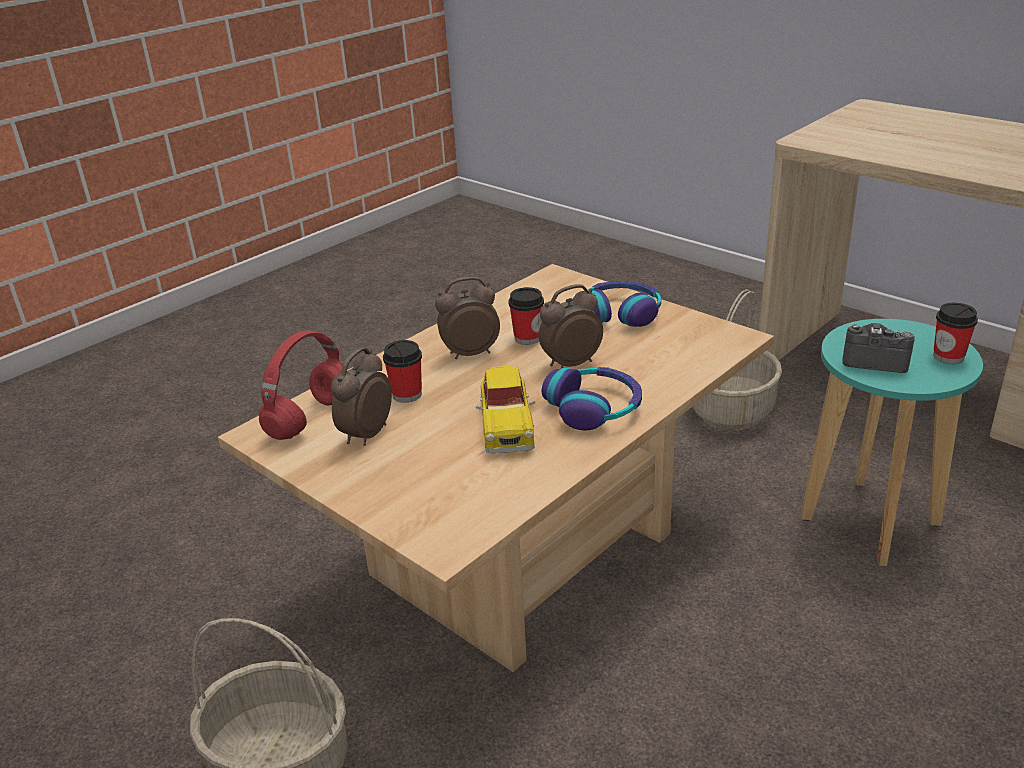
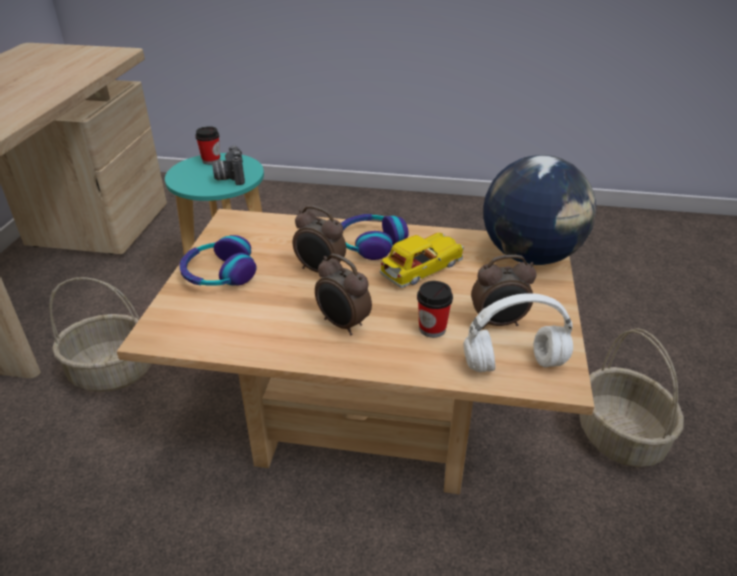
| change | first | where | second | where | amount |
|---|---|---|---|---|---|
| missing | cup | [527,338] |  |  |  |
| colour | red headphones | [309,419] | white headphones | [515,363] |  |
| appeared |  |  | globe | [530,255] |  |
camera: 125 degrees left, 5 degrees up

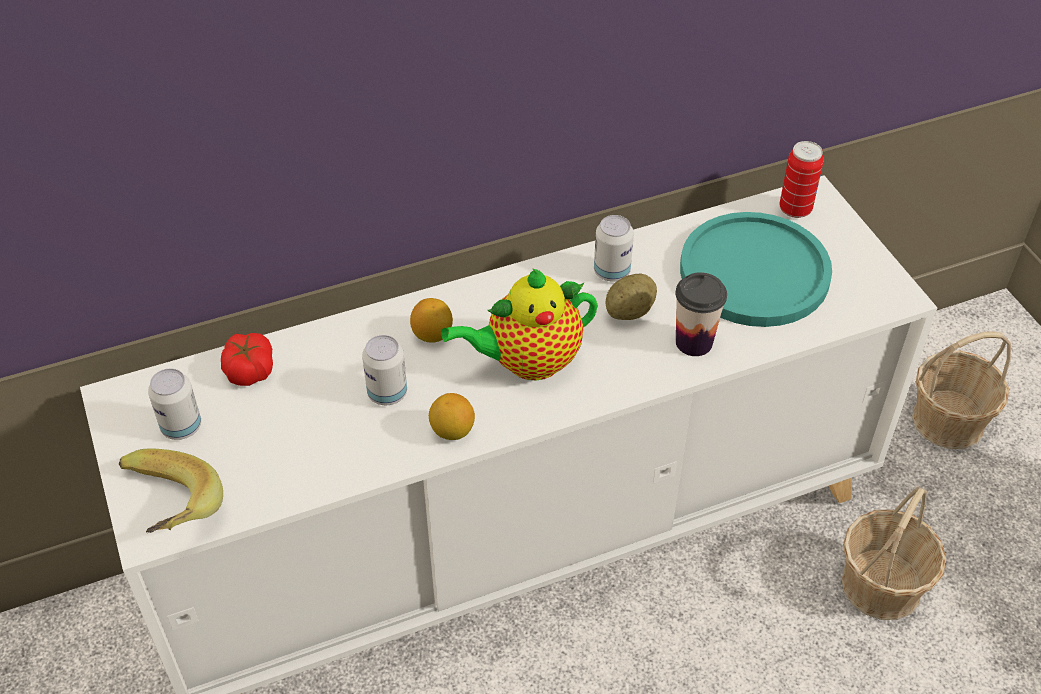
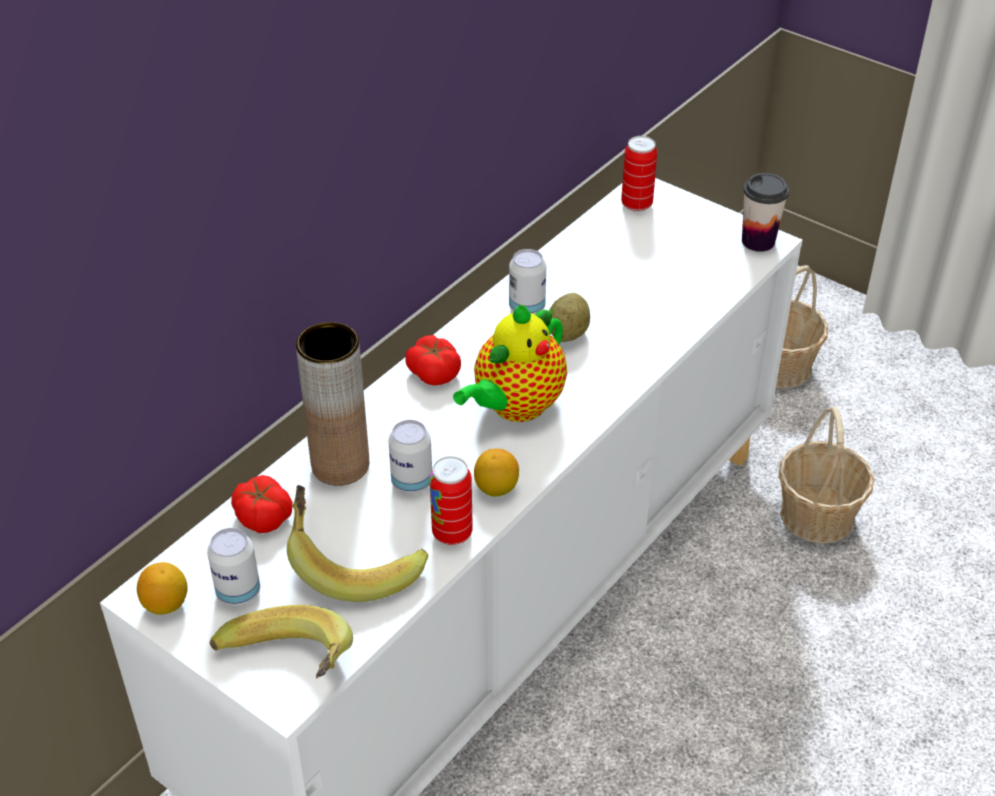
| change | first | where | second | where | amount |
|---|---|---|---|---|---|
| missing | turquoise plate | [754,272] |  |  |  |
| relocated | cup | [694,342] |  | [758,241] |  |
| relocated | lemon | [432,335] |  | [166,604] |  |
| appeared |  |  | brown vase | [340,465] |  |
| appeared |  |  | tomato | [434,372] |  |
| appeared |  |  | can | [452,533] |  |
| appeared |  |  | banana | [353,562] |  |
camera: 30 degrees left, 5 degrees down

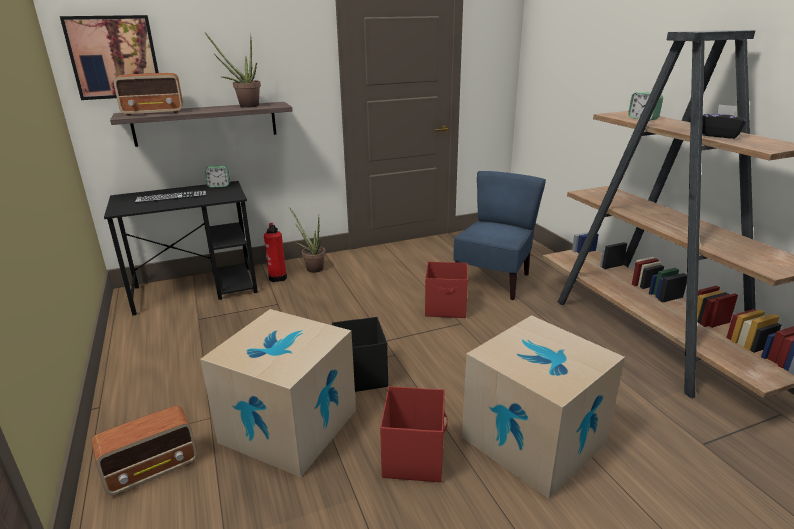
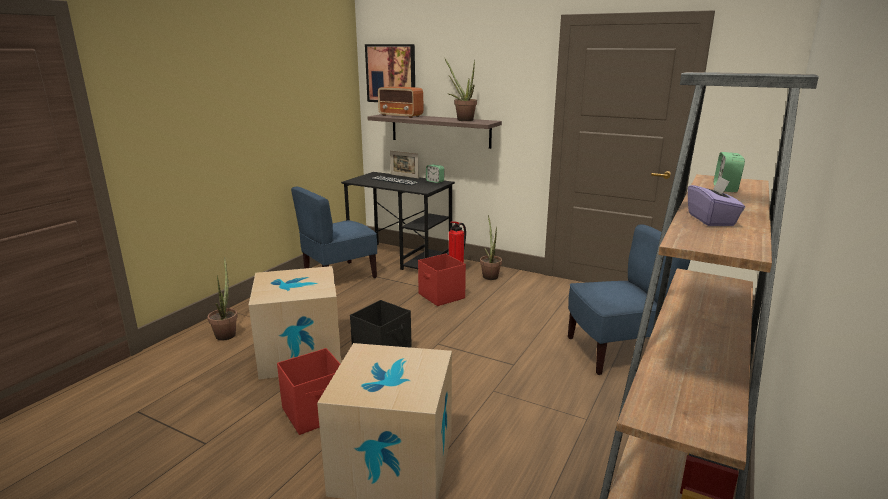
| change | first | where | second | where | amount |
|---|---|---|---|---|---|
| colour | black tissue box | [719,135] | purple tissue box | [711,220] |  |
| relocated | red storage box | [446,308] |  | [441,296] |  |
| exchanged | radio | [153,469] | potted plant | [227,333] |  |
| appeared |  |  | picture frame | [404,176] |  |
| appeared |  |  | blue chair | [339,276] |  |
camera: 50 degrees right, 5 degrees down

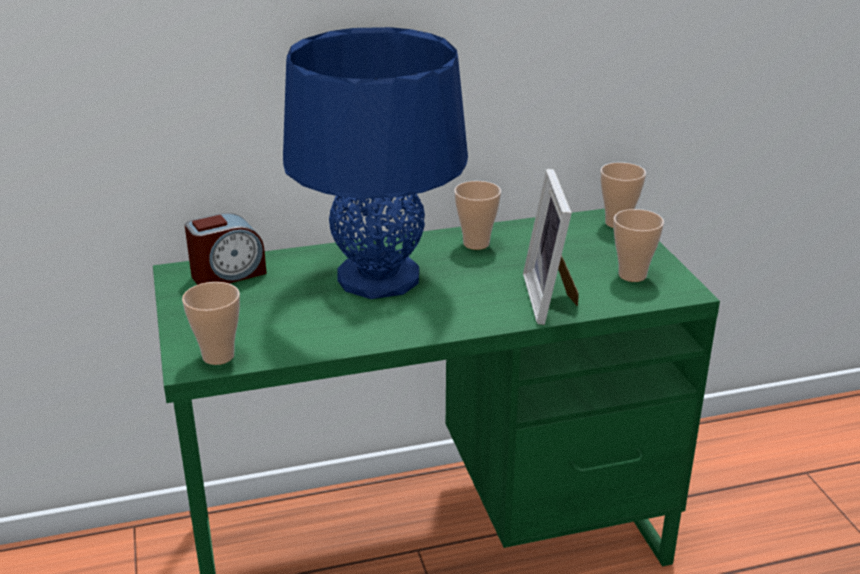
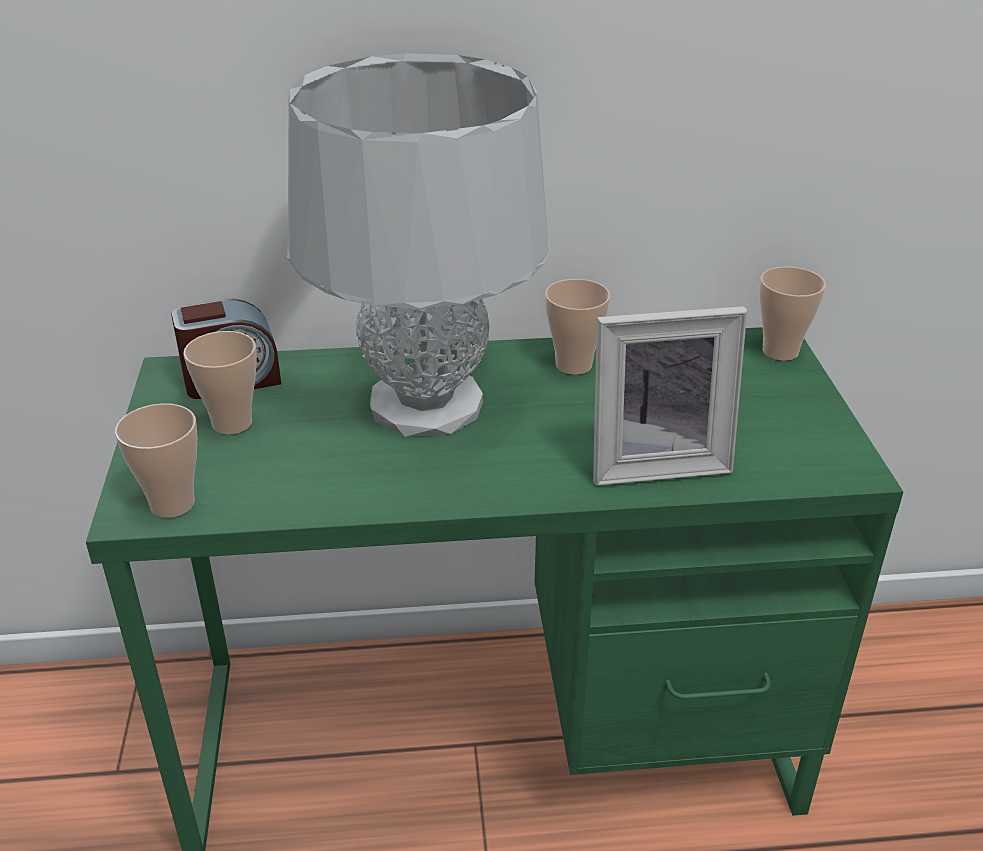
| change | first | where | second | where | amount |
|---|---|---|---|---|---|
| colour | blue table lamp | [379,277] | grey table lamp | [427,404] |  |
| spun | picture frame | [552,298] |  | [656,461] | 105 degrees counterclockwise |
| relocated | cup | [632,275] |  | [232,423] |  |
camera: 10 degrees right, 5 degrees up

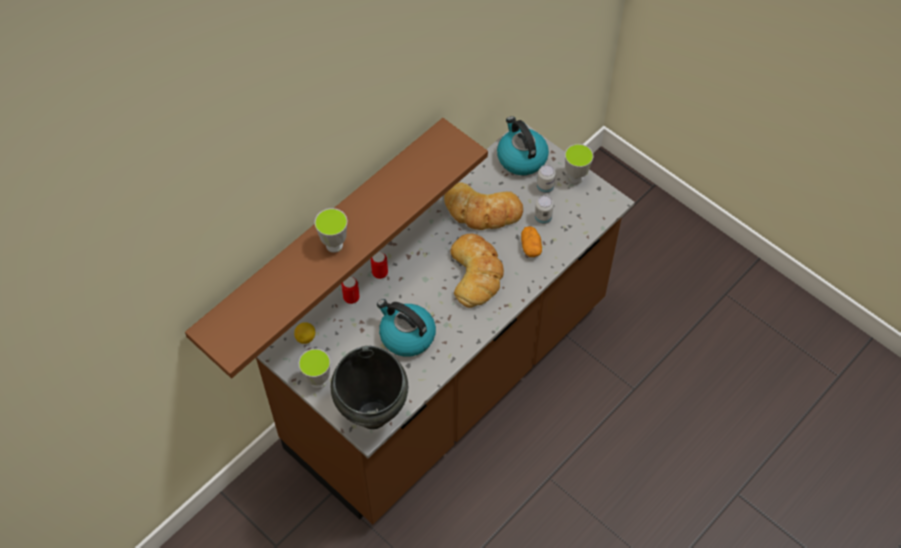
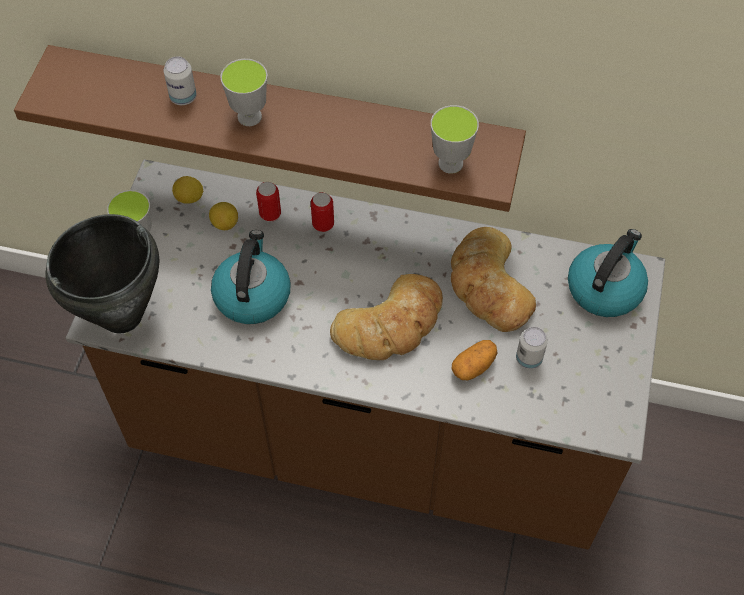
| change | first | where | second | where | amount |
|---|---|---|---|---|---|
| relocated | cup | [575,177] |  | [450,163] |  |
| relocated | can | [545,187] |  | [183,97] |  |
| appeared |  |  | lemon | [225,224] |  |
camera: 60 degrees right, 0 degrees up

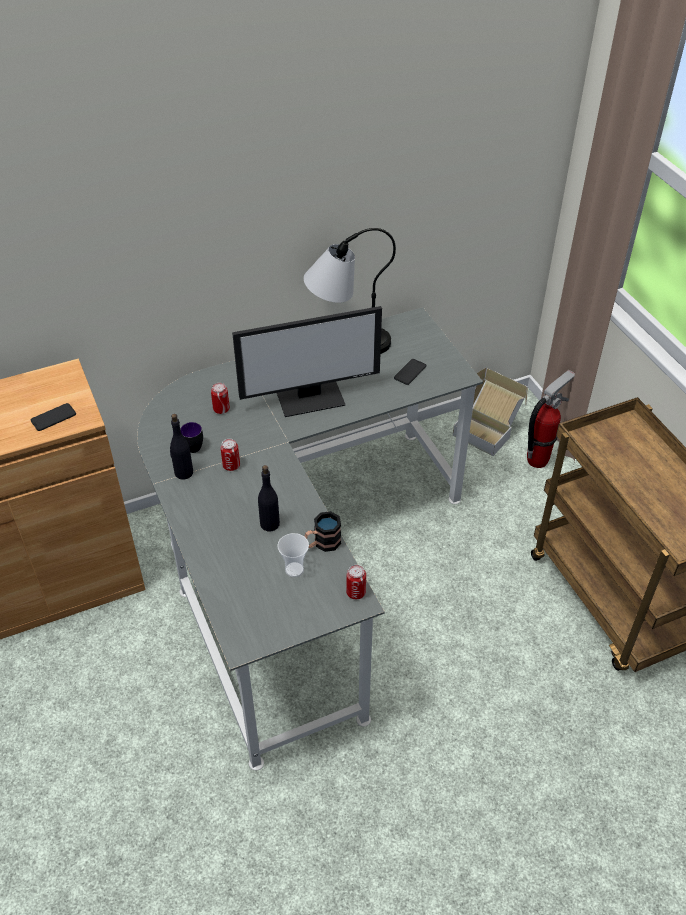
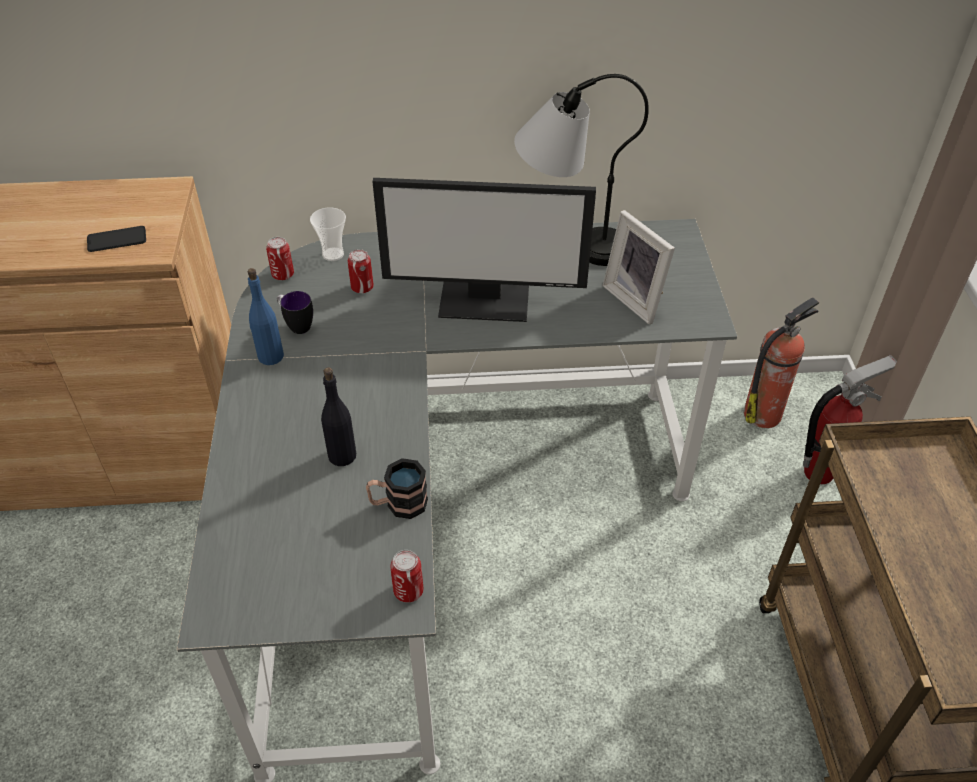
| change | first | where | second | where | amount |
|---|---|---|---|---|---|
| exchanged | phone | [410,372] | picture frame | [637,299] |  |
| exchanged | cardboard box | [487,429] | fire extinguisher | [764,413] |  |
| colour | black bottle | [183,473] | blue bottle | [270,356] |  |
| relocated | can | [231,465] |  | [283,275] |  |
| relocated | cup | [294,569] |  | [333,254] |  |
camera: 20 degrees right, 0 degrees up

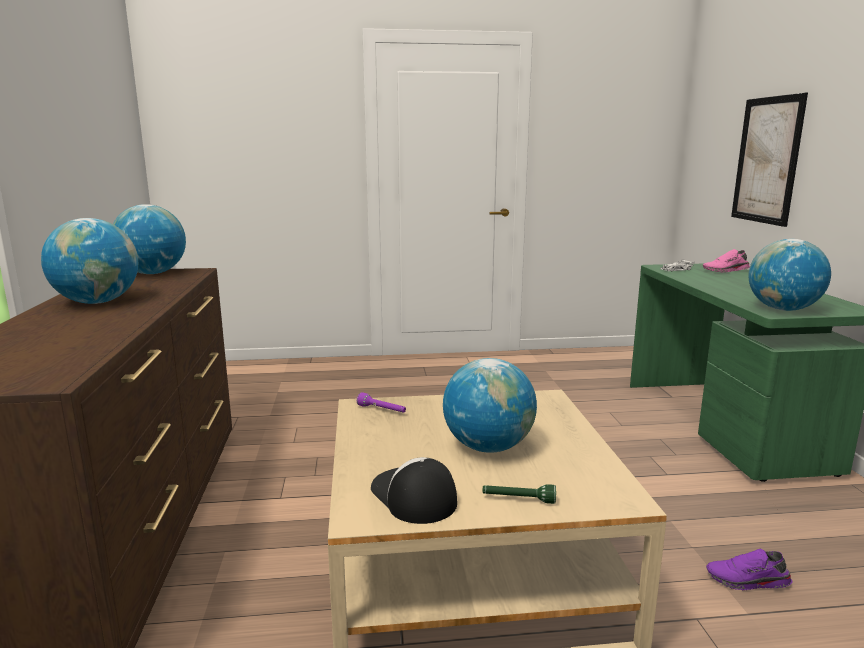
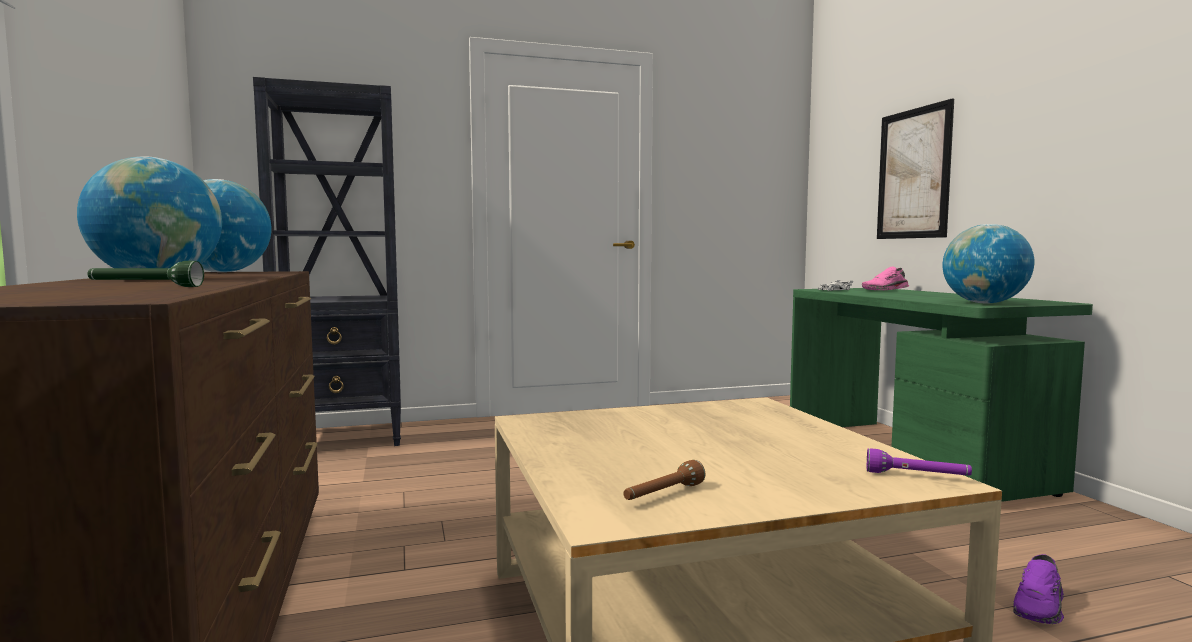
| change | first | where | second | where | amount |
|---|---|---|---|---|---|
| missing | globe | [488,447] |  |  |  |
| relocated | purple flashlight | [382,410] |  | [917,476] |  |
| exchanged | cap | [413,496] | brown flashlight | [663,495] |  |
| relocated | green flashlight | [518,499] |  | [145,287] |  |
| spun | purple shoe | [747,581] |  | [1040,608] | 45 degrees counterclockwise |
| appeared |  |  | black bookcase | [344,438] |  |
camera: 10 degrees left, 10 degrees down

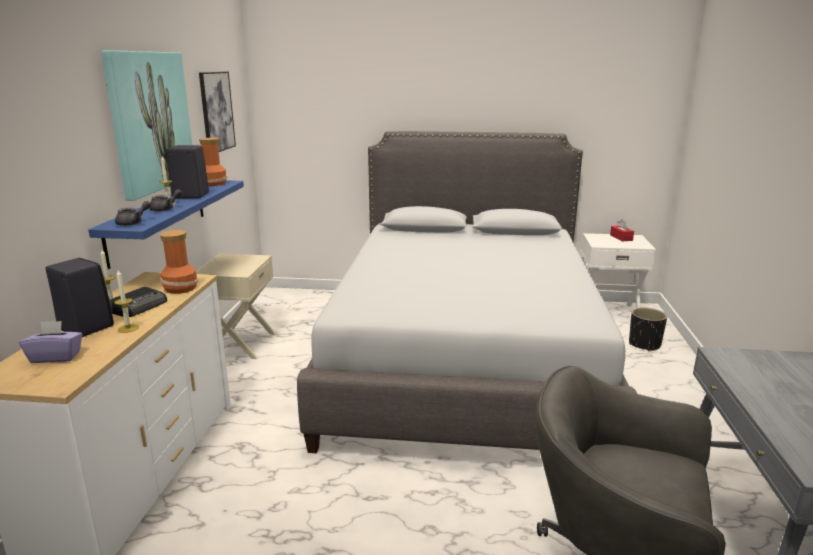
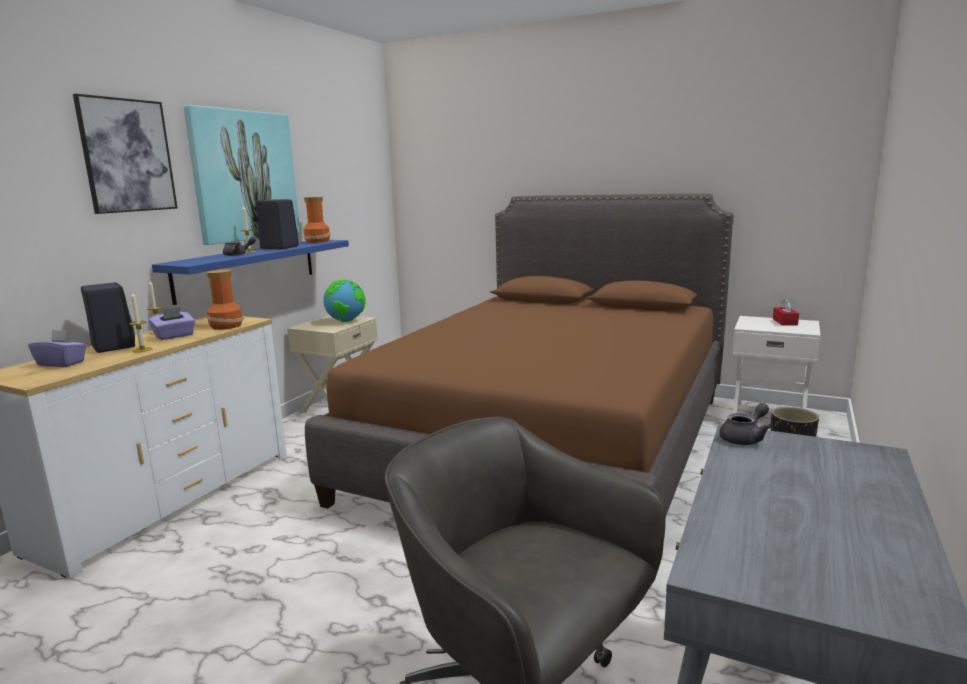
| change | first | where | second | where | amount |
|---|---|---|---|---|---|
| relocated | picture | [216,111] |  | [127,156] |  |
| colour | grey bed | [465,360] | brown bed | [550,444] |  |
| relocated | grey teapot | [133,223] |  | [745,438] |  |
| exchanged | radio | [139,306] | purple tissue box | [174,336] |  |
| appeared |  |  | globe | [346,321] |  |
camera: 20 degrees right, 5 degrees down

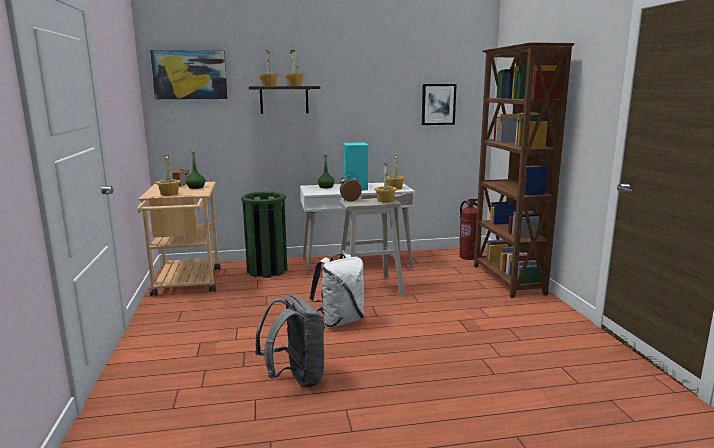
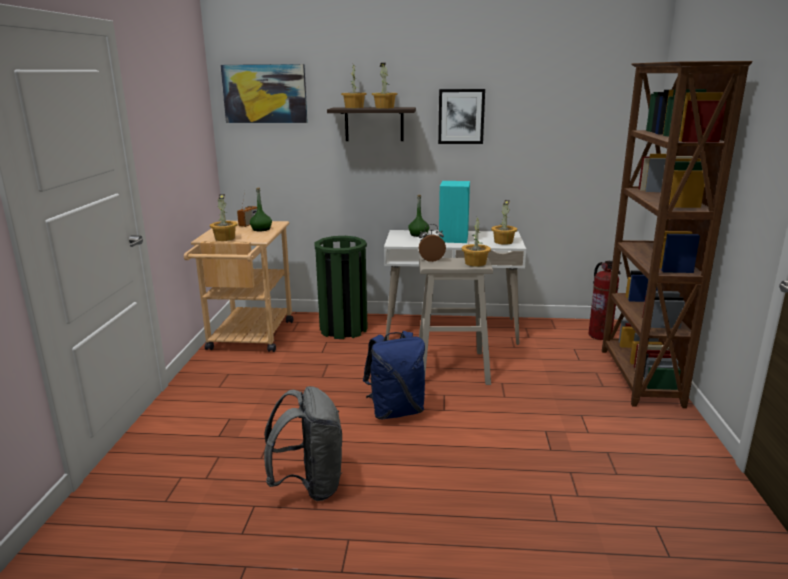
| change | first | where | second | where | amount |
|---|---|---|---|---|---|
| relocated | picture | [438,104] |  | [461,116] |  |
| colour | white backpack | [340,321] | blue backpack | [396,411] |  |
camera: 15 degrees right, 5 degrees up

